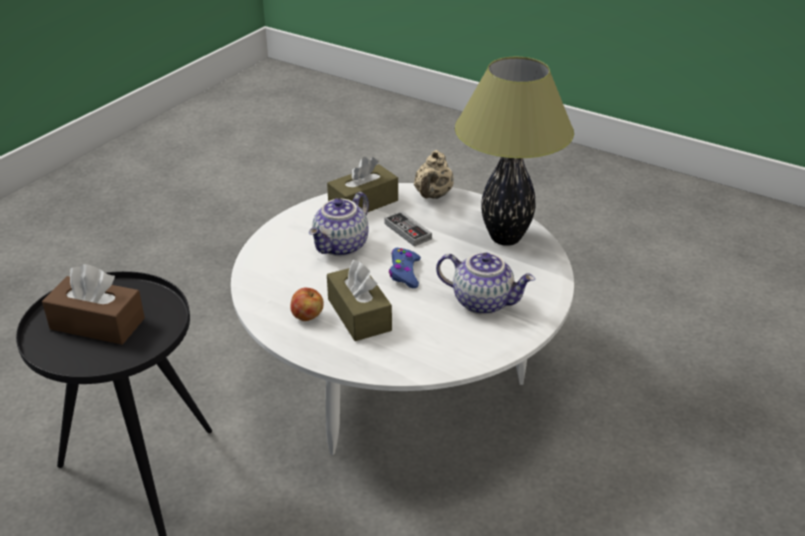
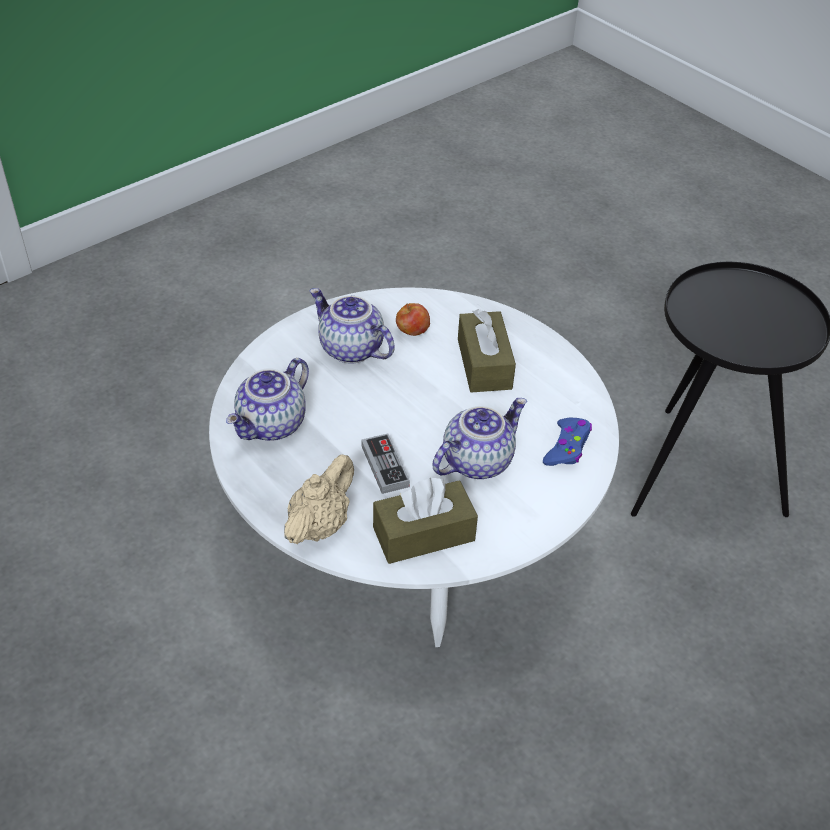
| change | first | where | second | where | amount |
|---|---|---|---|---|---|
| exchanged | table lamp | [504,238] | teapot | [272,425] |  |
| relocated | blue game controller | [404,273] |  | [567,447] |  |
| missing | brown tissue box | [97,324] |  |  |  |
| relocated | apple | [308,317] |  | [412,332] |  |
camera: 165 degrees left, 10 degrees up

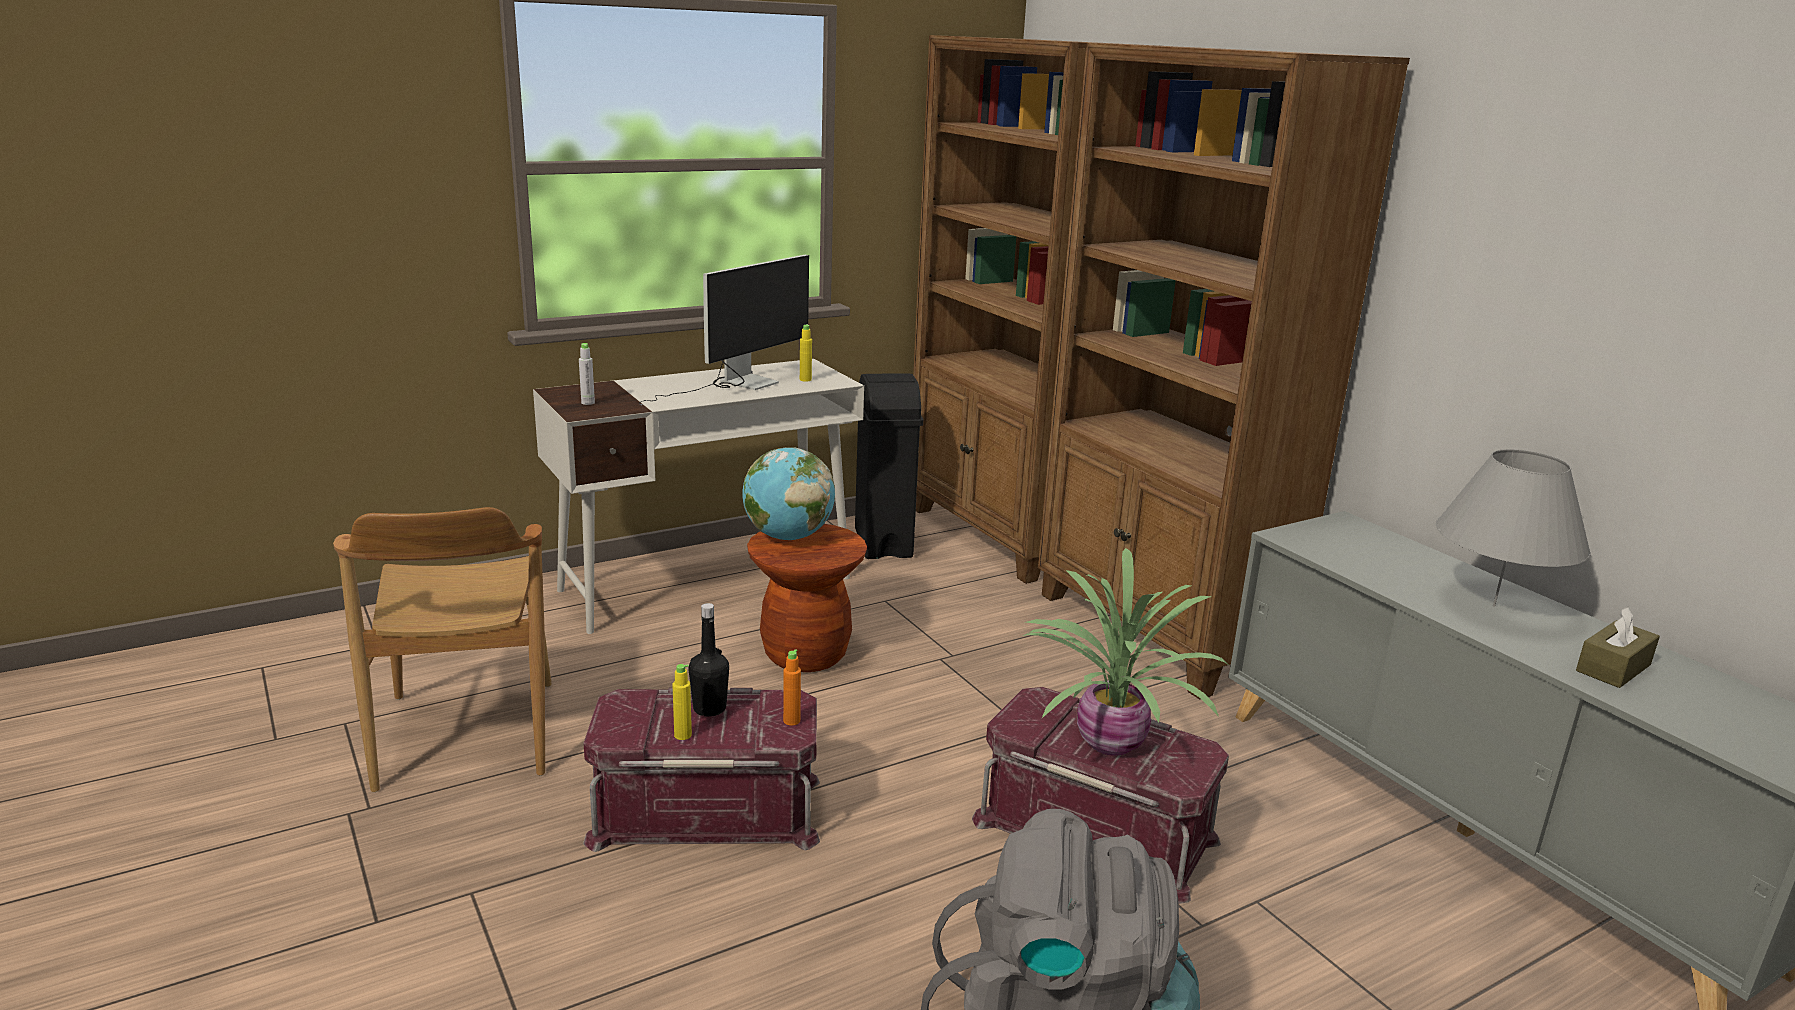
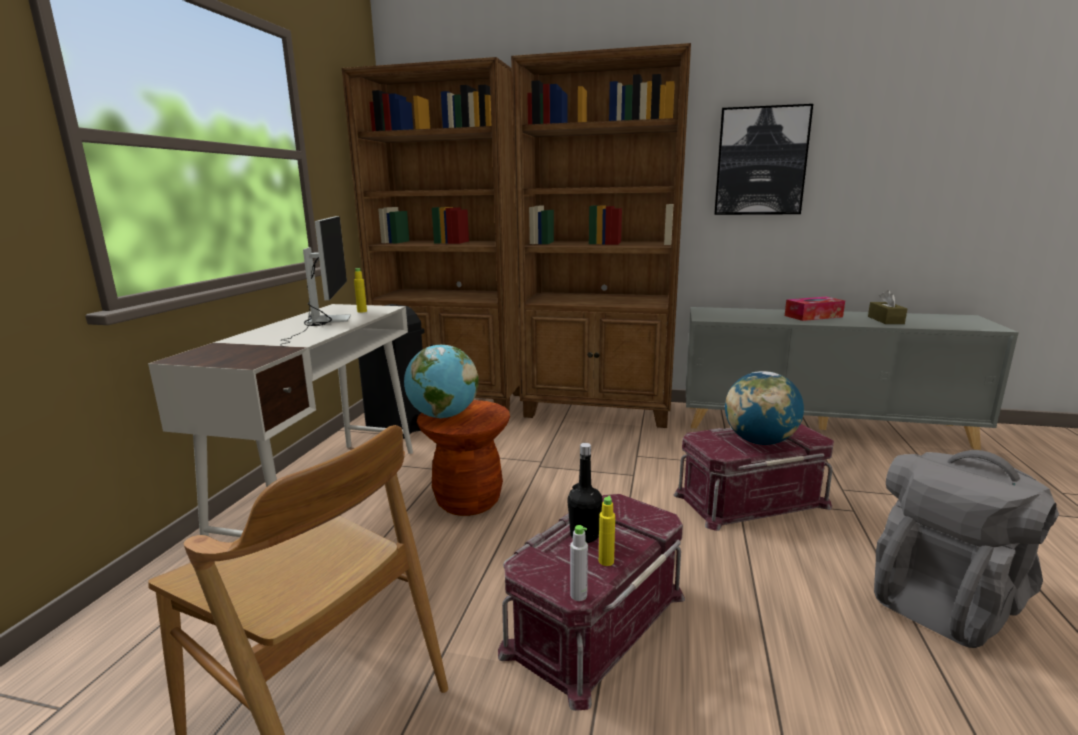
| change | first | where | second | where | amount |
|---|---|---|---|---|---|
| relocated | grey bottle | [588,403] |  | [578,595] |  |
| exchanged | grey table lamp | [1494,606] | tissue box | [813,316] |  |
| exchanged | potted plant | [1106,744] | globe | [760,441] |  |
| missing | orange bottle | [791,721] |  |  |  |
| appeared |  |  | picture | [761,161] |  |
camera: 45 degrees left, 5 degrees down

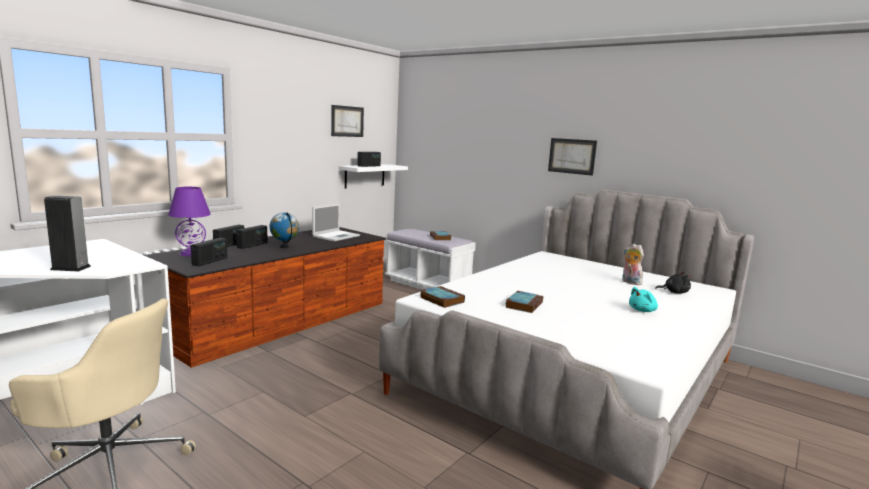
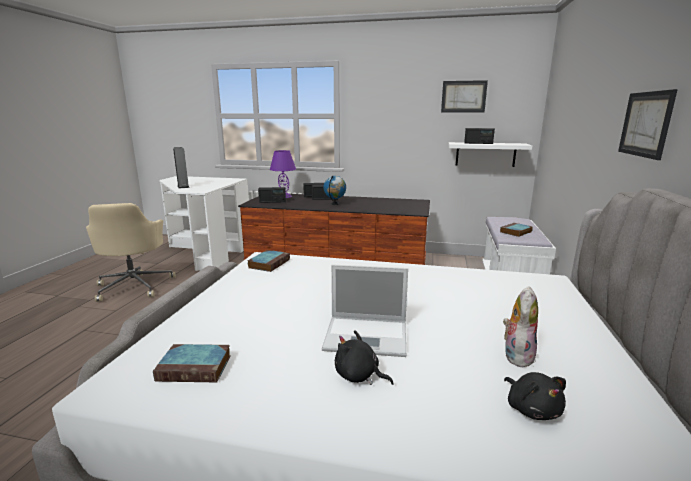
| change | first | where | second | where | amount |
|---|---|---|---|---|---|
| relocated | laptop | [336,236] |  | [368,336] |  |
| colour | turquoise plush toy | [643,310] | black plush toy | [359,376] |  |
| relocated | book | [524,304] |  | [196,367] |  |
camera: 65 degrees right, 5 degrees up

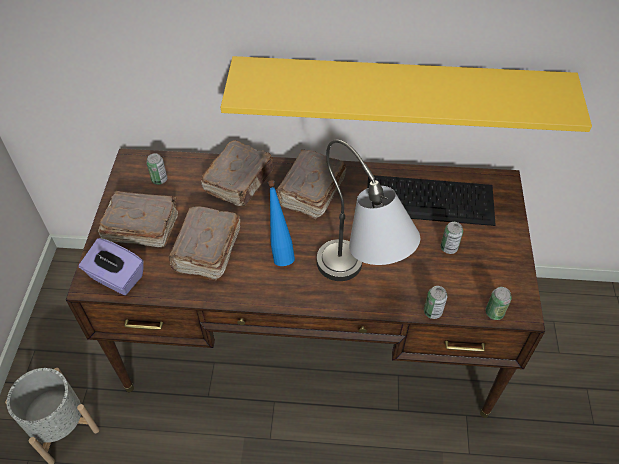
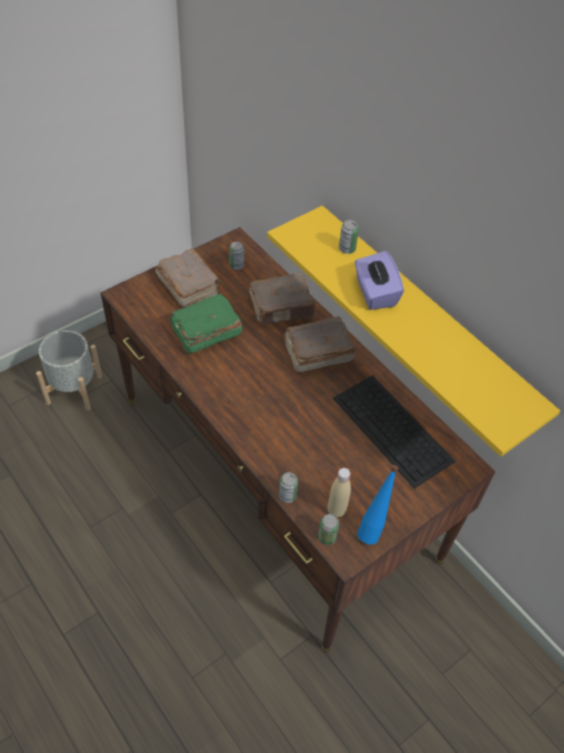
| change | first | where | second | where | amount |
|---|---|---|---|---|---|
| missing | grey table lamp | [360,283] |  |  |  |
| relocated | blue bottle | [280,252] |  | [373,527] |  |
| colour | brown book | [206,251] | green book | [205,332] |  |
| relocated | can | [449,248] |  | [347,249] |  |
| relocated | purple tissue box | [116,278] |  | [375,293] |  |
| appeared |  |  | beige bottle | [336,510] |  |
camera: 45 degrees right, 0 degrees up

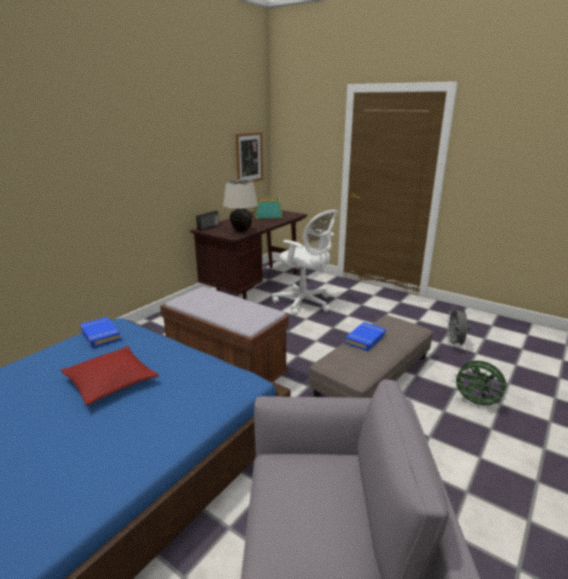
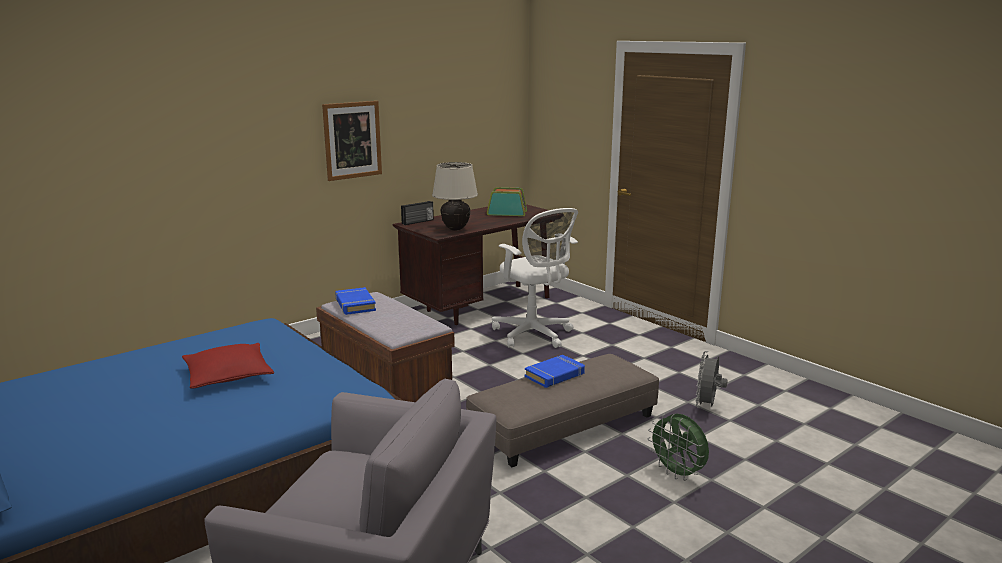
| change | first | where | second | where | amount |
|---|---|---|---|---|---|
| relocated | picture | [249,158] |  | [352,140] |  |
| relocated | blue book | [100,335] |  | [355,305] |  |
camera: 15 degrees right, 5 degrees down

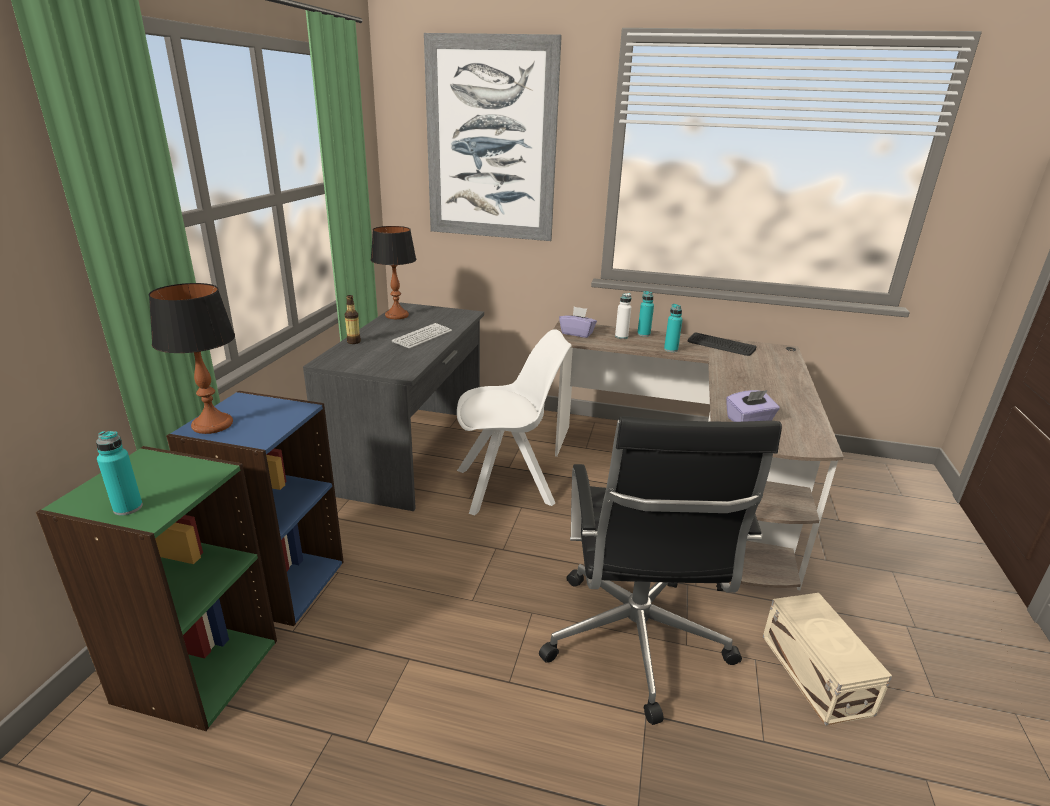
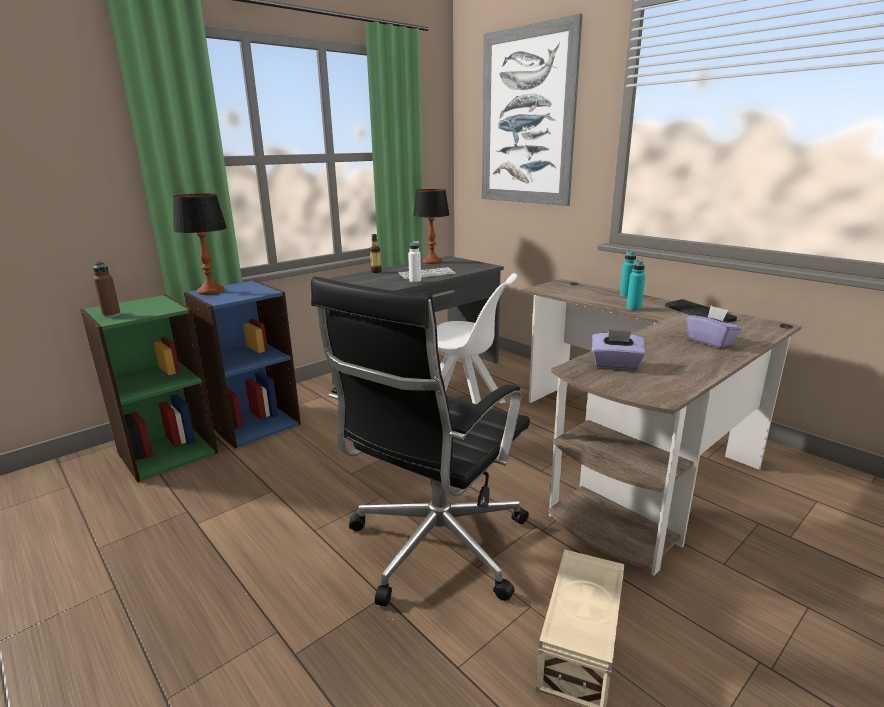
| change | first | where | second | where | amount |
|---|---|---|---|---|---|
| relocated | white bottle | [621,336] |  | [415,281] |  |
| relocated | purple tissue box | [577,333] |  | [710,341] |  |
| colour | turquoise bottle | [128,508] | brown bottle | [111,315] |  |
camera: 35 degrees right, 5 degrees down

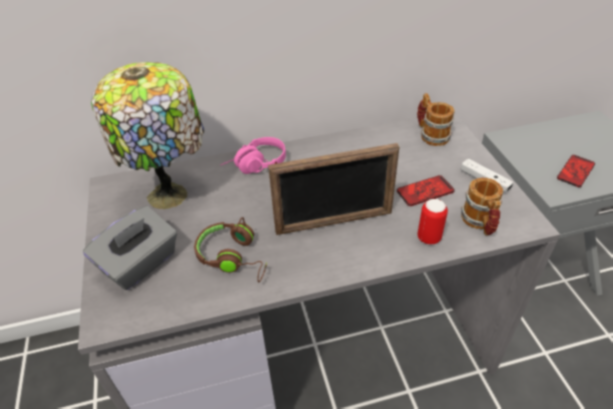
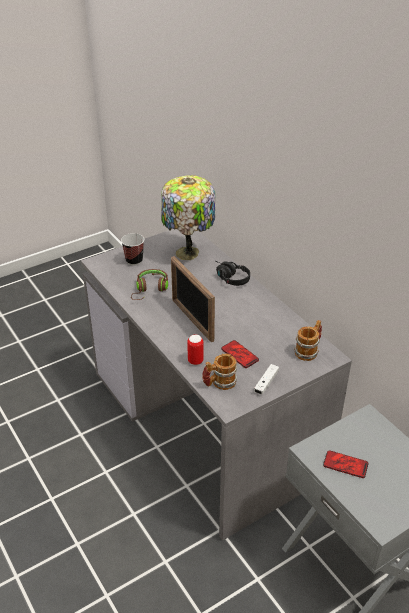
| change | first | where | second | where | amount |
|---|---|---|---|---|---|
| colour | pink headphones | [255,166] | black headphones | [229,277] |  |
| exchanged | grey tissue box | [141,264] | cup | [134,261] |  |
camera: 70 degrees right, 5 degrees down

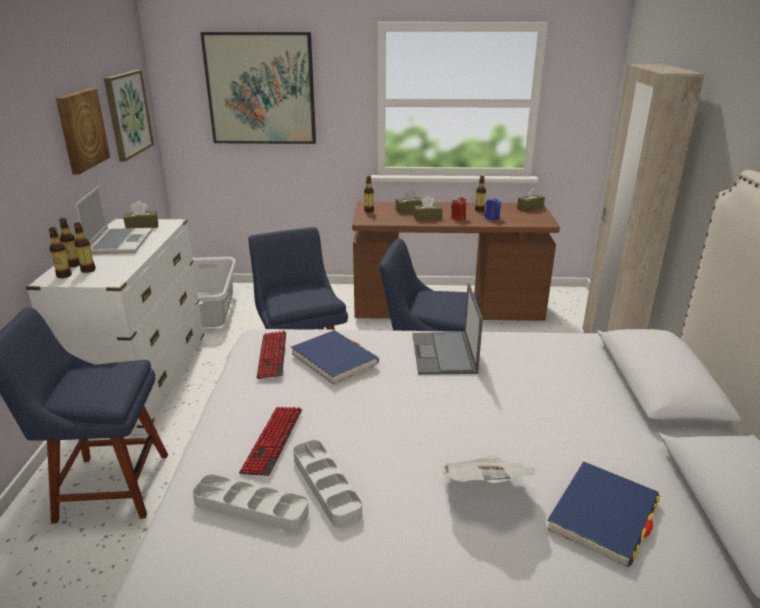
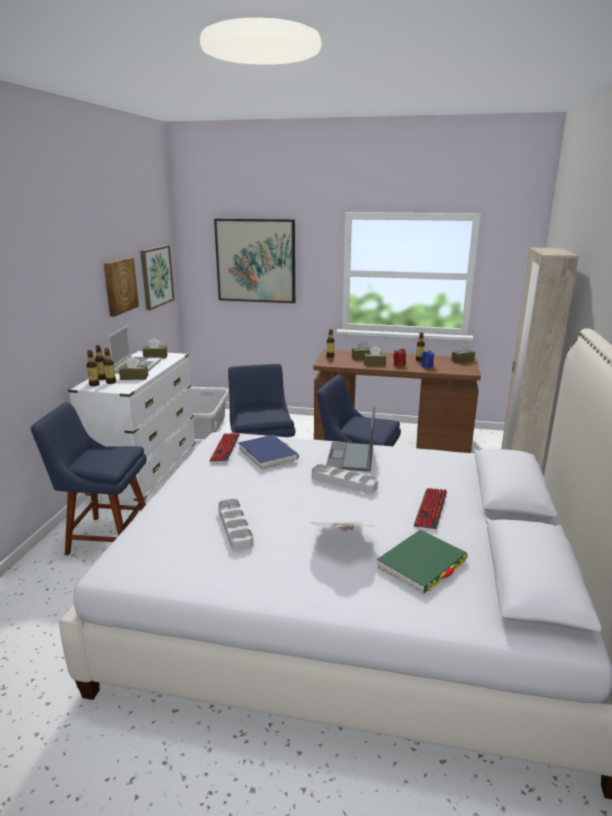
| change | first | where | second | where | amount |
|---|---|---|---|---|---|
| relocated | keyboard | [273,441] |  | [431,509] |  |
| colour | blue book | [603,516] | green book | [422,564] |  |
| relocated | grey tray | [251,507] |  | [344,482] |  |
| appeared |  |  | brown tissue box | [134,377] |  |
camera: 10 degrees right, 5 degrees down

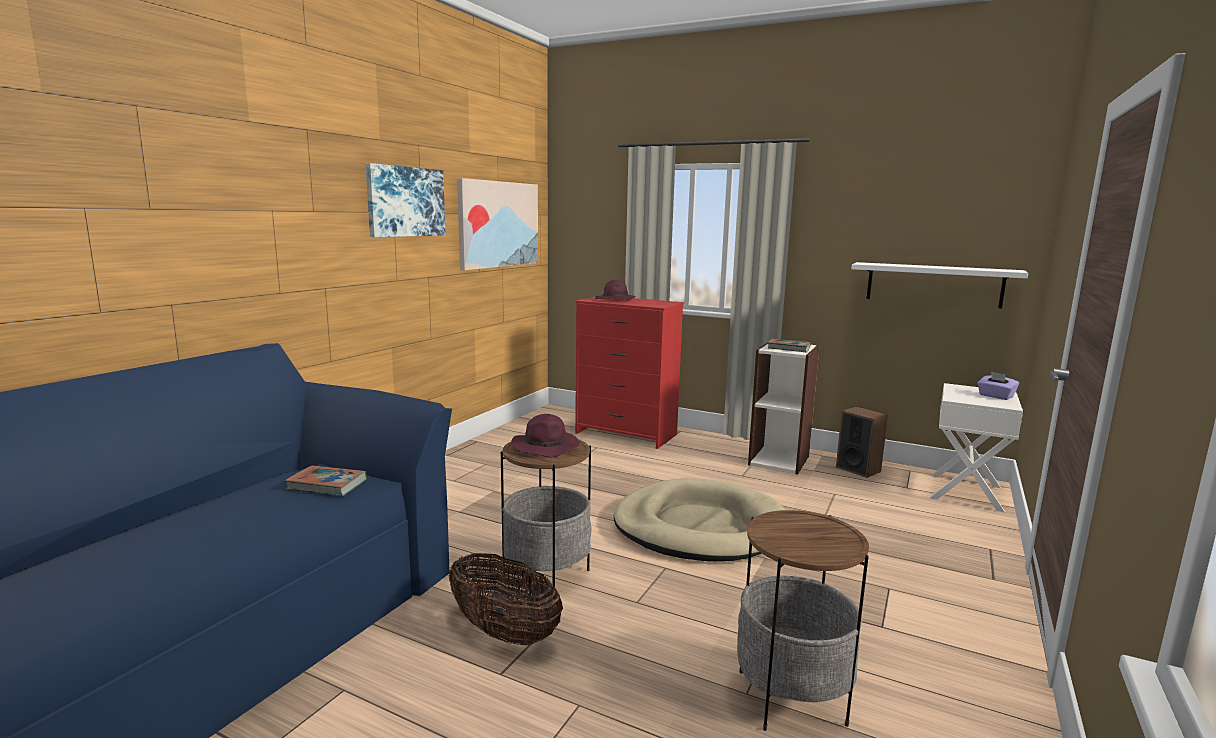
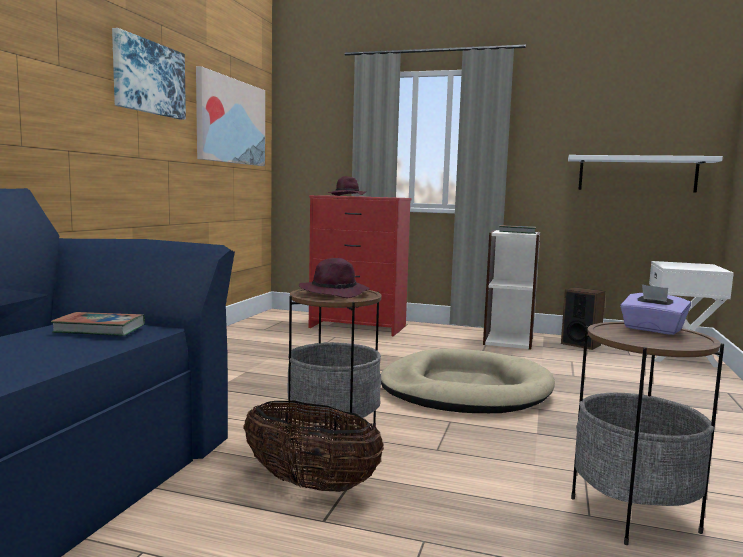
| change | first | where | second | where | amount |
|---|---|---|---|---|---|
| relocated | purple tissue box | [995,396] |  | [652,329] |  |
camera: 10 degrees left, 5 degrees down

